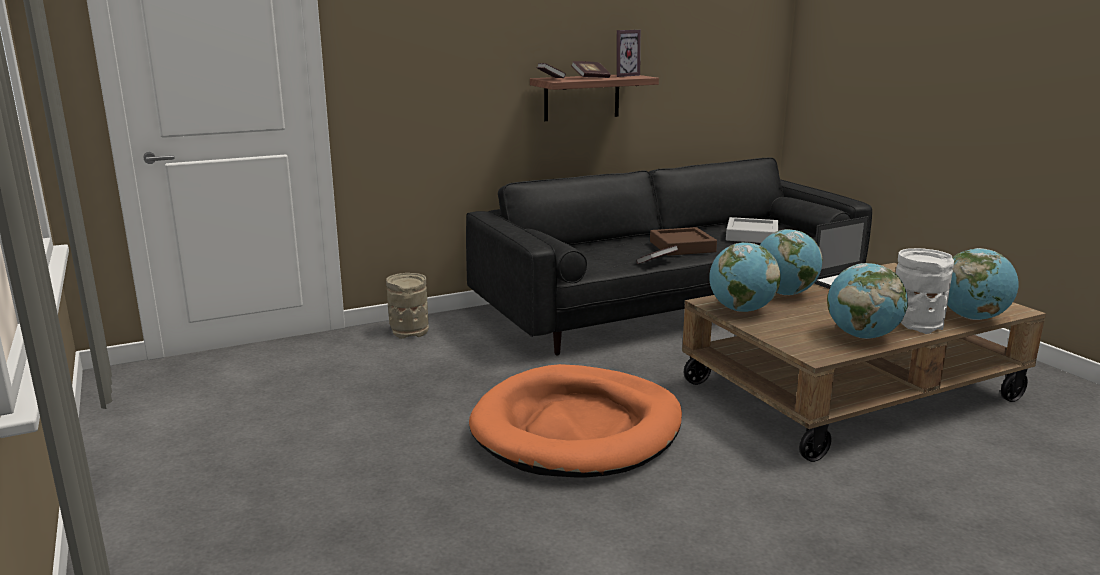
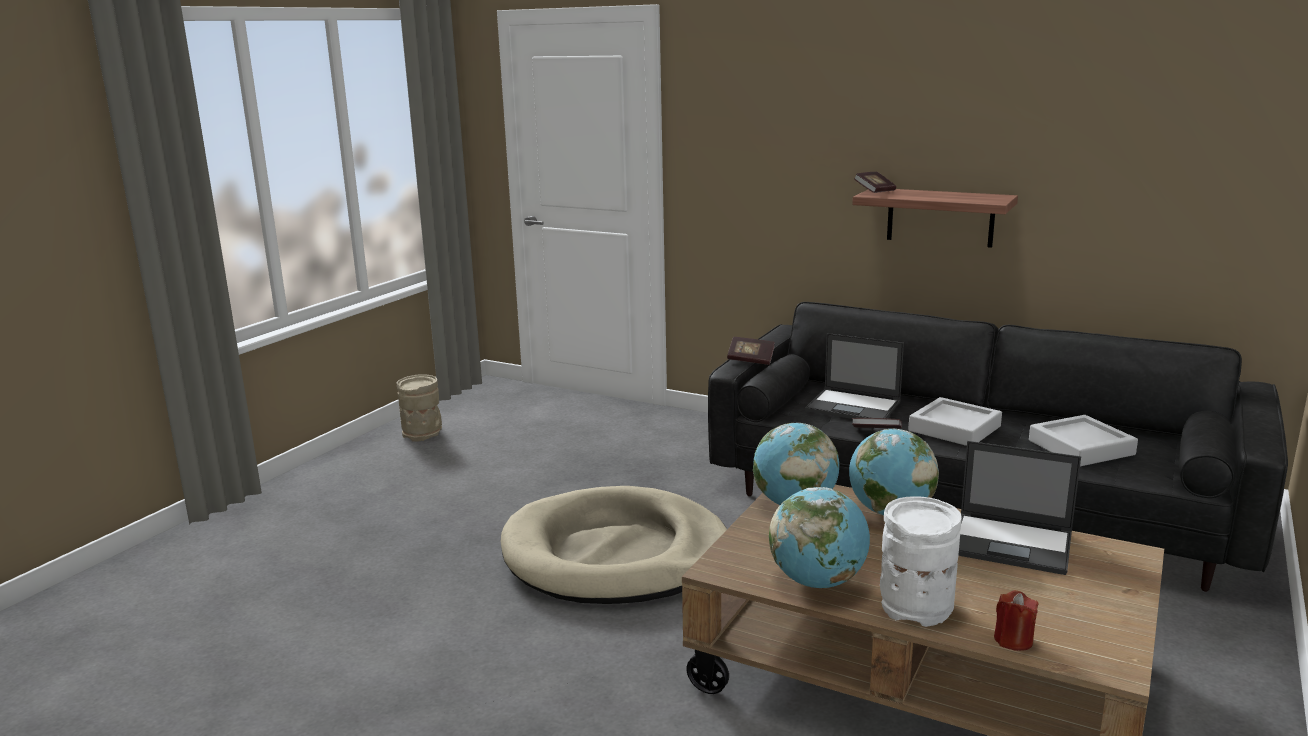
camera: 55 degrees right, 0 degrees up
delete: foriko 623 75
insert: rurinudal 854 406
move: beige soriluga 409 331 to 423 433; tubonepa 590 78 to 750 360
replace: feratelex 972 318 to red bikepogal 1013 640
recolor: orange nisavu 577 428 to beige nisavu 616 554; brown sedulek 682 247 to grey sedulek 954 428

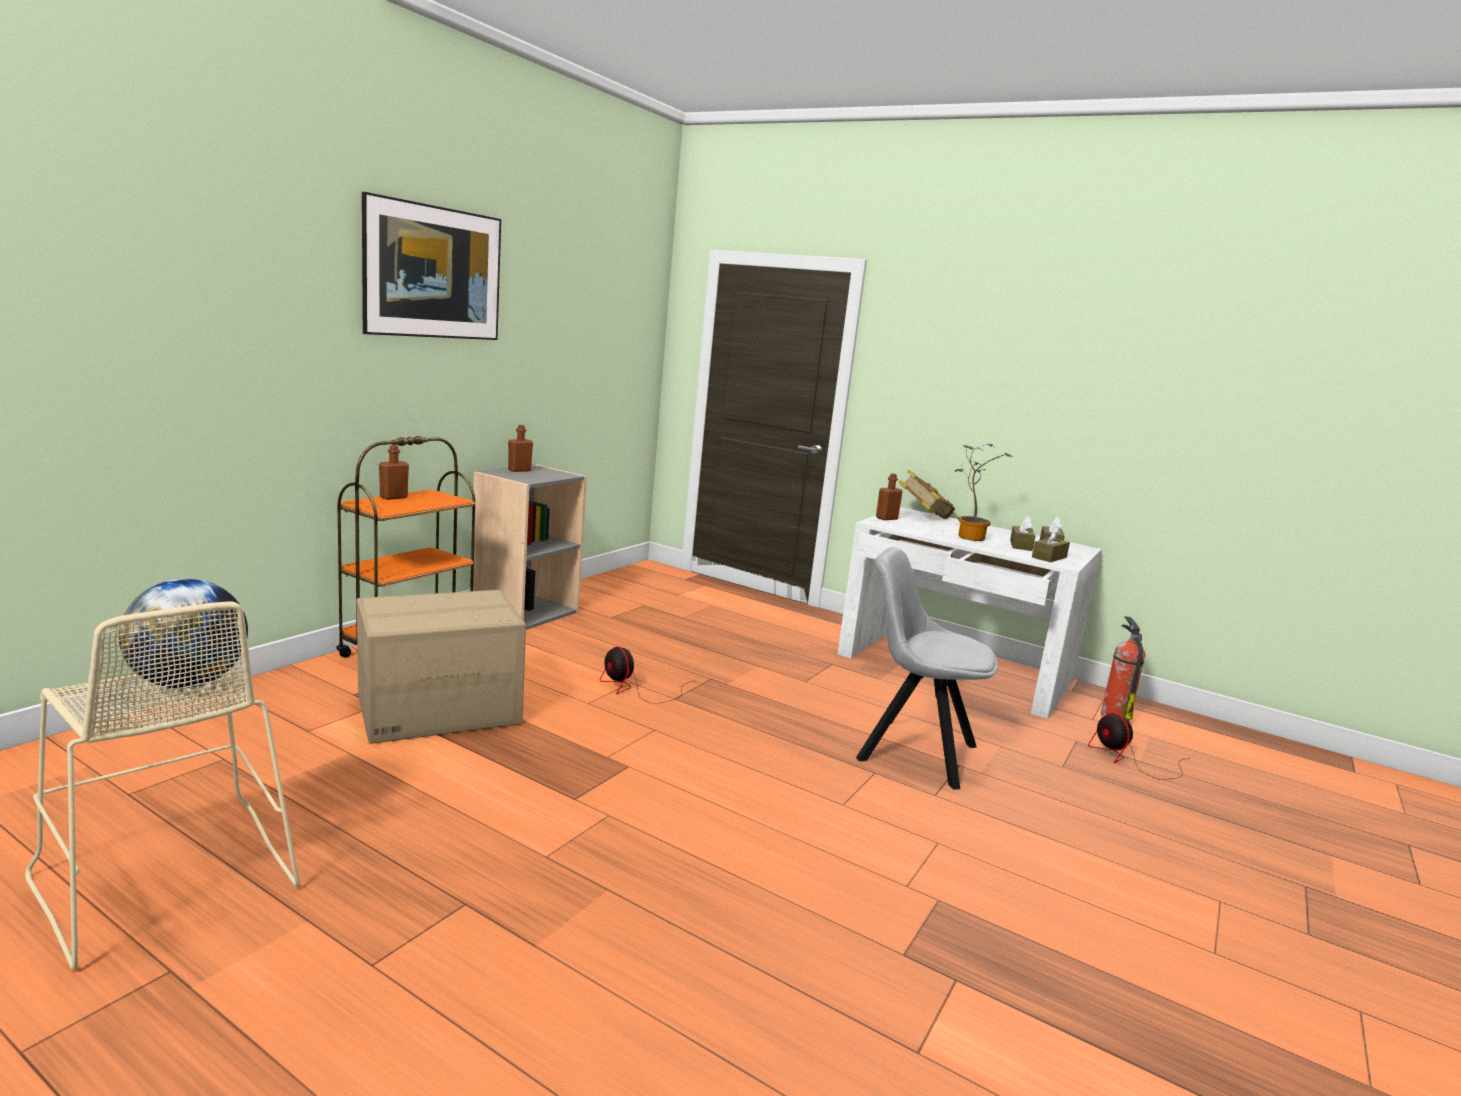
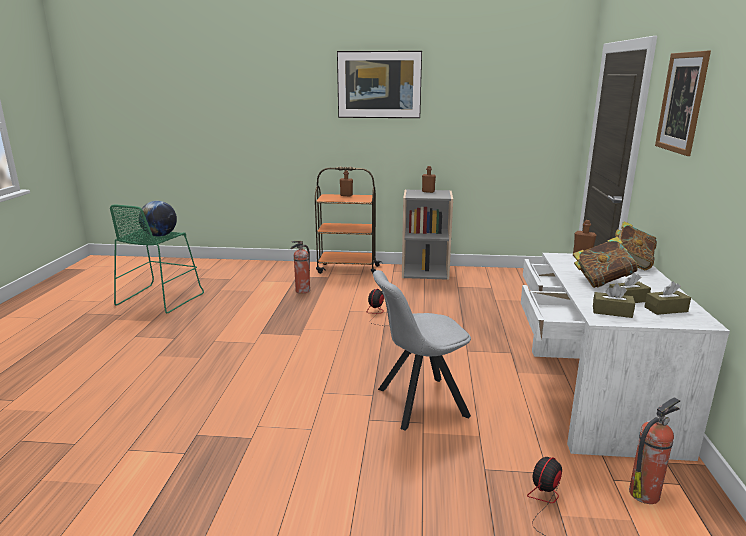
camera: 65 degrees right, 5 degrees up
insert: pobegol 682 102
replace: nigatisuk 439 711 to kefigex 302 291; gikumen 968 536 to tubonepa 602 282
recolor: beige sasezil 167 880 to green sasezil 160 298
rotate: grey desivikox 913 751 = 419 403 105 degrees counterclockwise

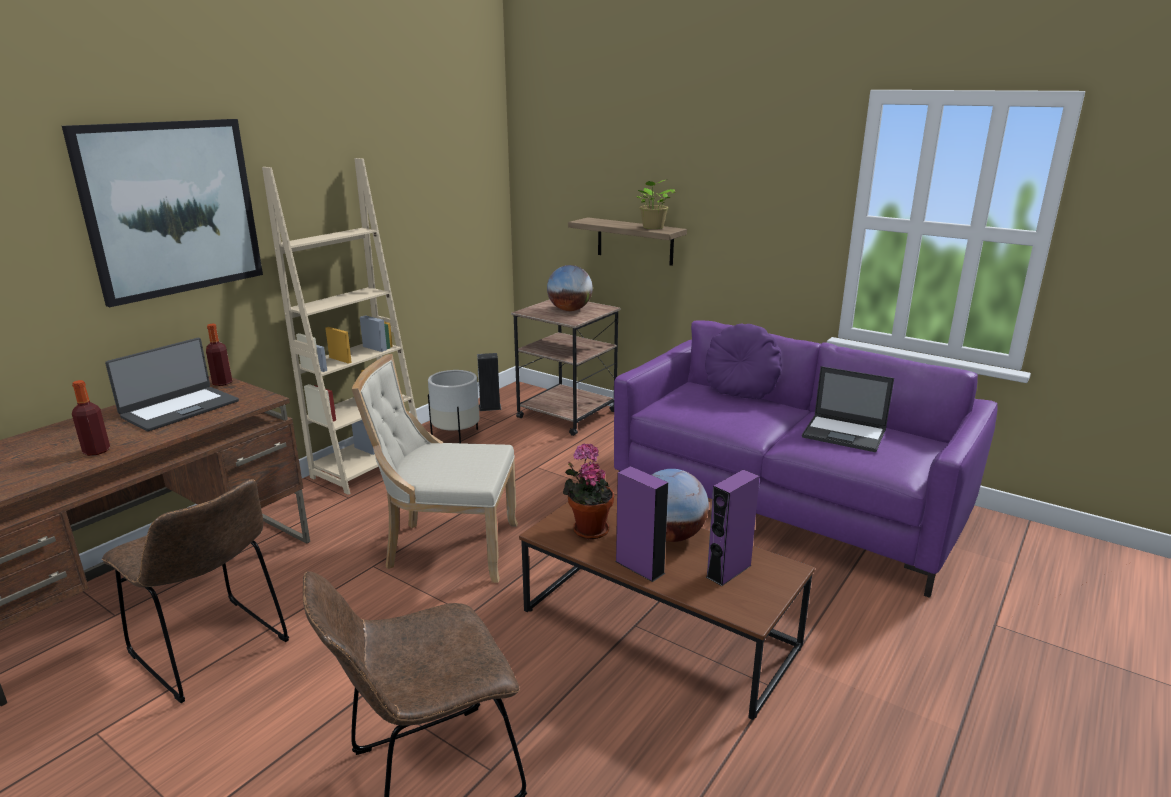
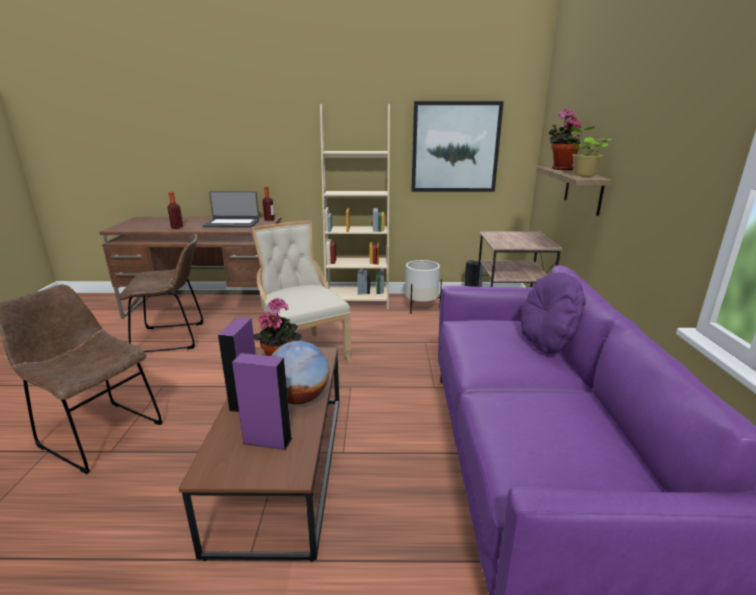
camera: 55 degrees right, 0 degrees up
delete: feratelex 570 310; rurinudal 845 434
insert: gikumen 560 169
move: pobegol 172 208 to 455 147
rotate: brown desivikox 214 651 = 174 338 105 degrees counterclockwise

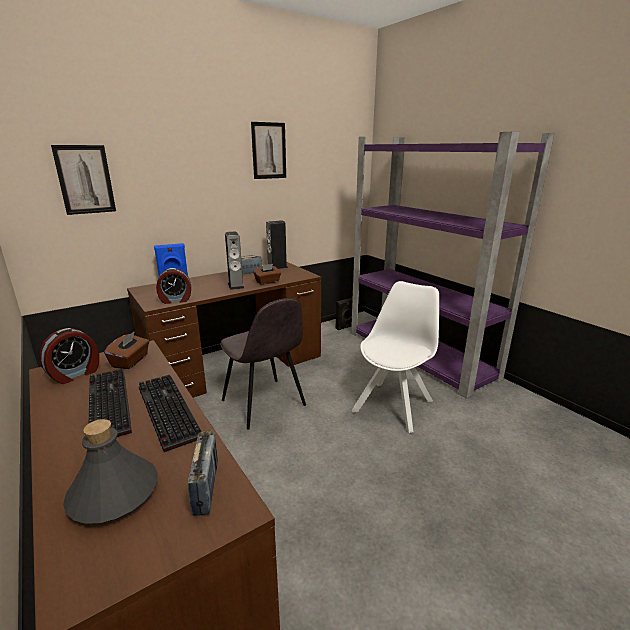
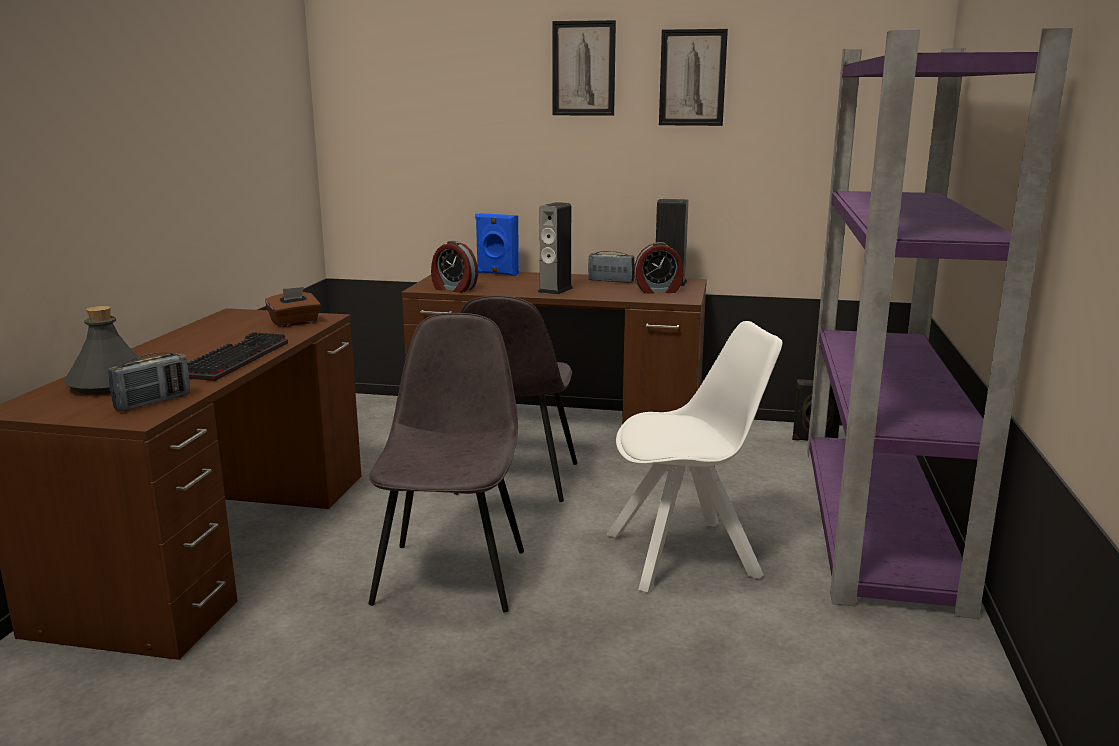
camera: 45 degrees right, 5 degrees down
delete: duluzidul 106 404; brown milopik 267 282
insert: grey desivikox 452 574
move: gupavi 75 374 to 658 291; pobegol 85 180 to 583 68

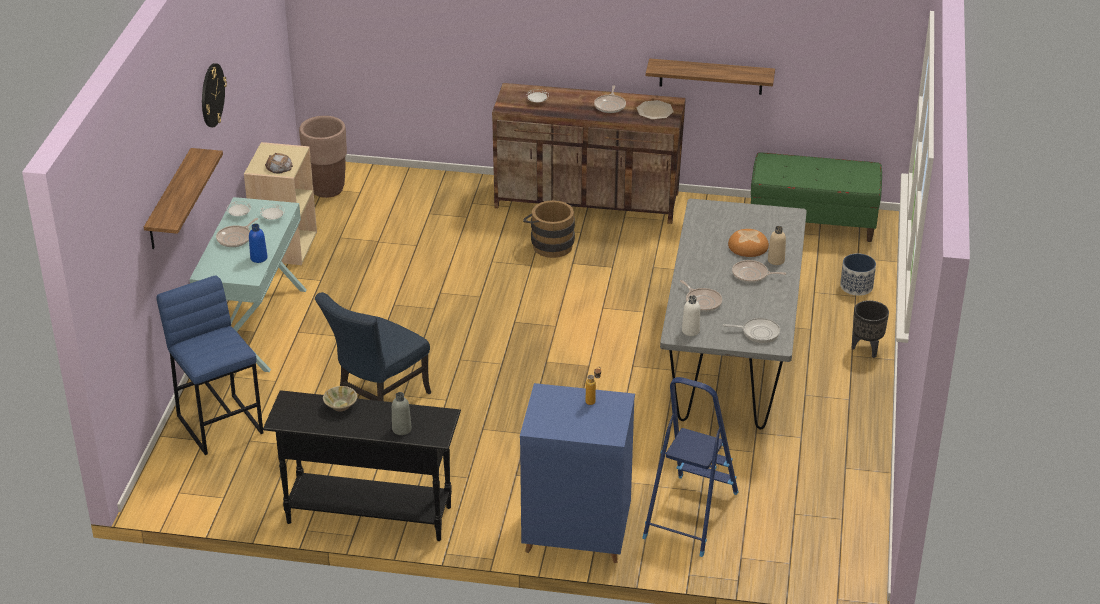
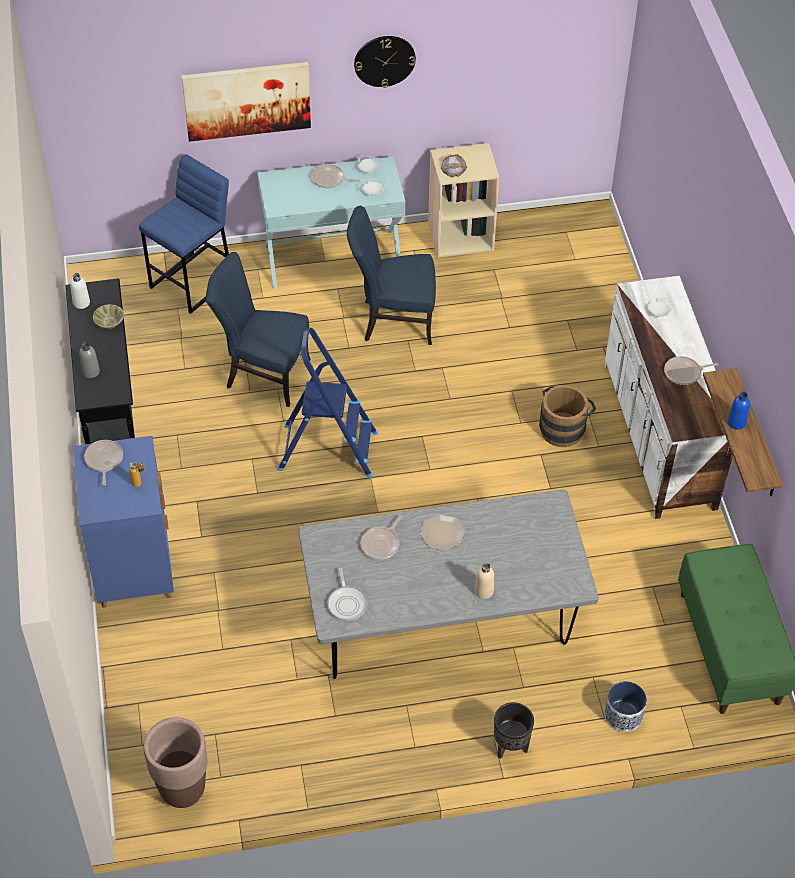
camera: 70 degrees right, 15 degrees up
delete: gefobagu 748 246
insert: blue desivikox 392 320
move: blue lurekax 259 258 to 736 422; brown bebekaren 327 189 to 182 790; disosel 655 111 to 442 533; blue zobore 691 513 to 329 451; white lurekax 690 331 to 81 303; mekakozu 752 275 to 104 460
replace: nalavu 169 200 to pobegol 247 100
recolor: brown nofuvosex 588 201 to white nofuvosex 657 437

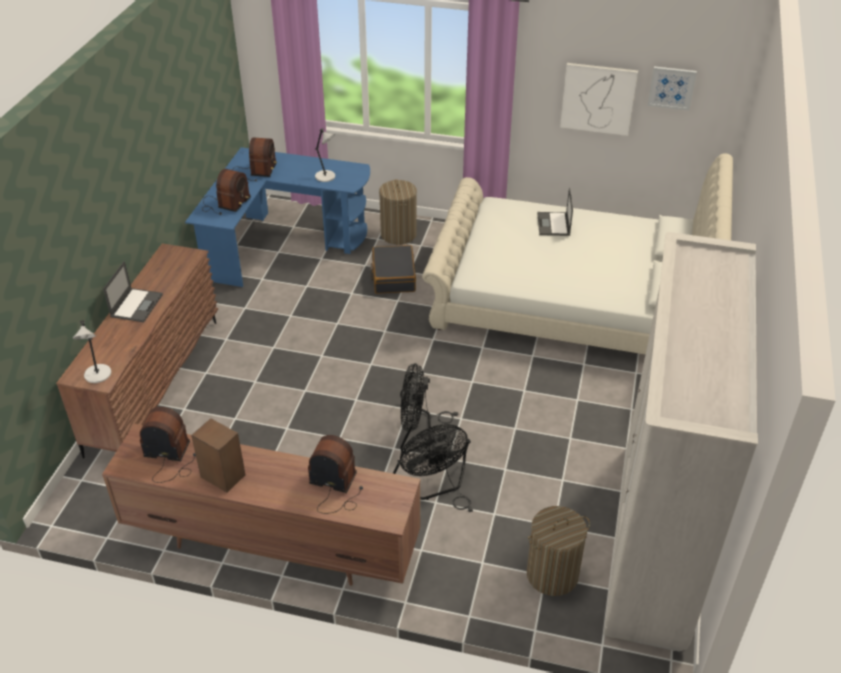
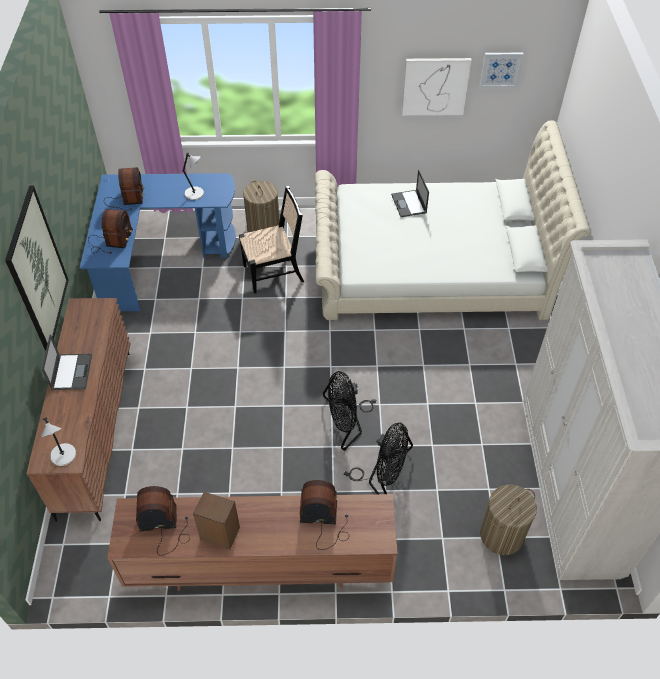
camera: 15 degrees left, 10 degrees up
insert: pobegol 37 271
replace: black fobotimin 393 276 to desivikox 273 273
rotate: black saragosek 439 486 = 383 474 150 degrees clockwise

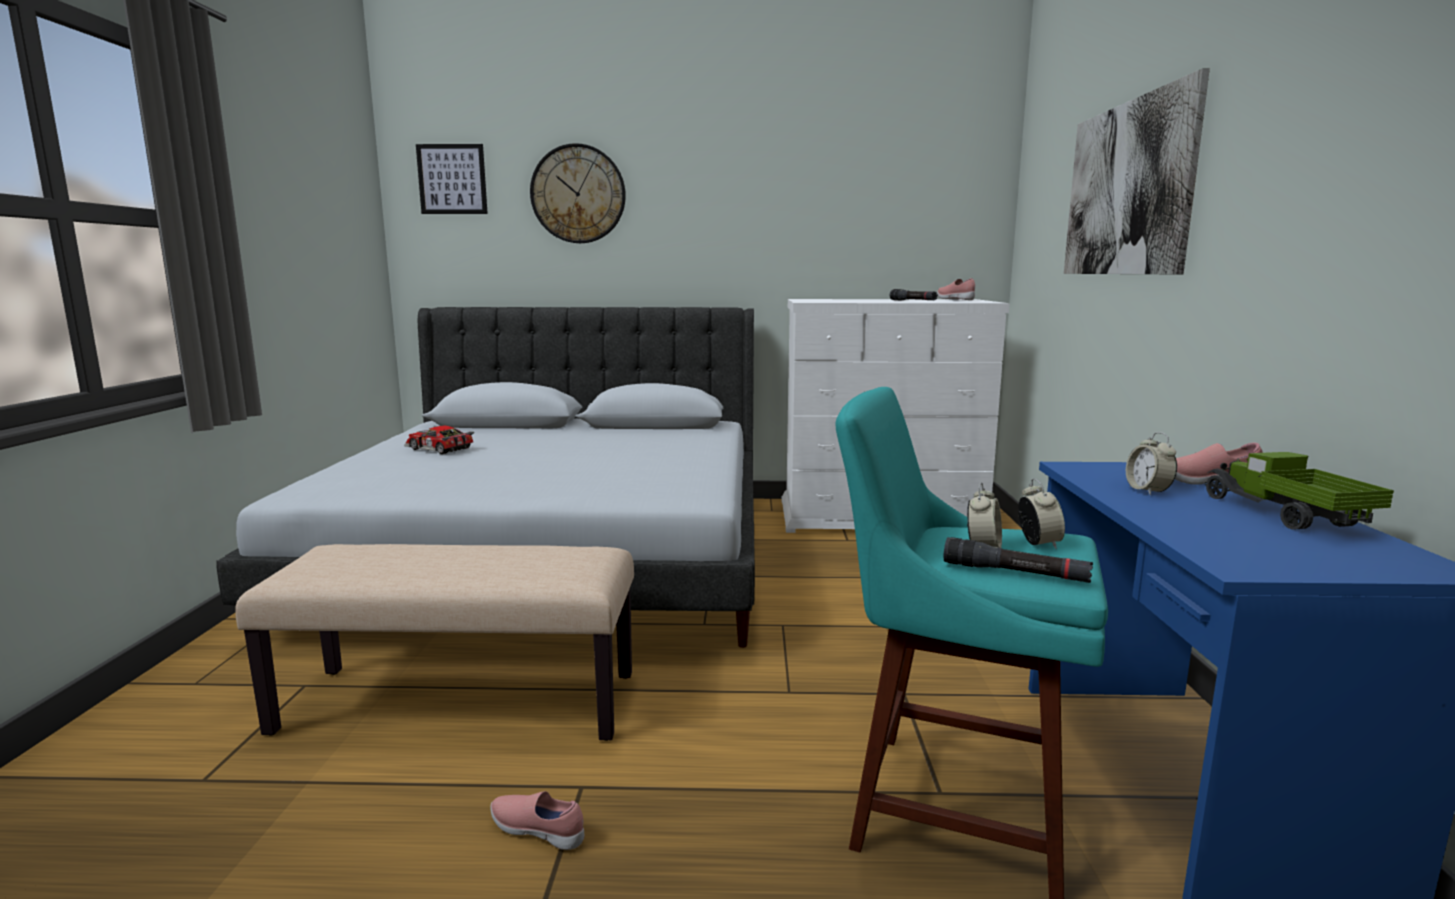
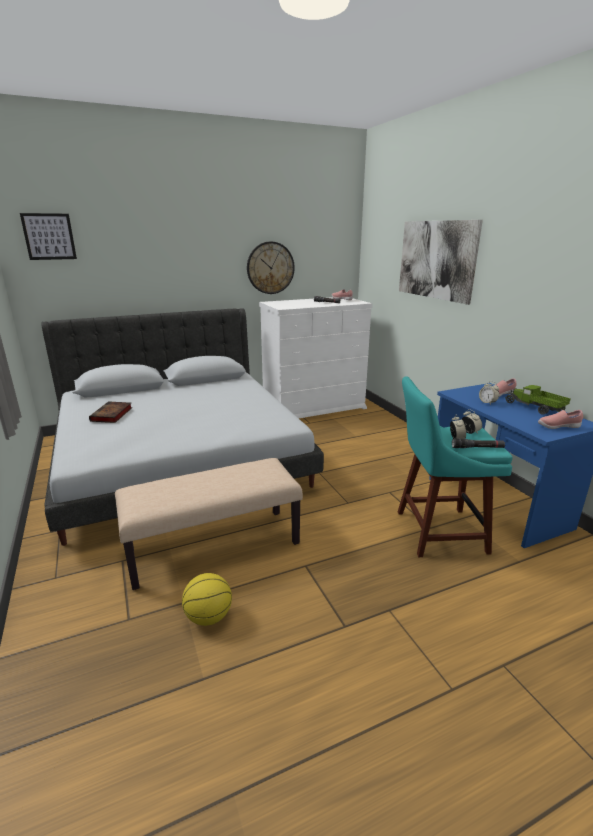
camera: 25 degrees left, 10 degrees up
insert: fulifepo 208 617
move: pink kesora 538 831 to 558 427; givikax 578 194 to 270 268
replace: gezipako 438 449 to tubonepa 111 415

